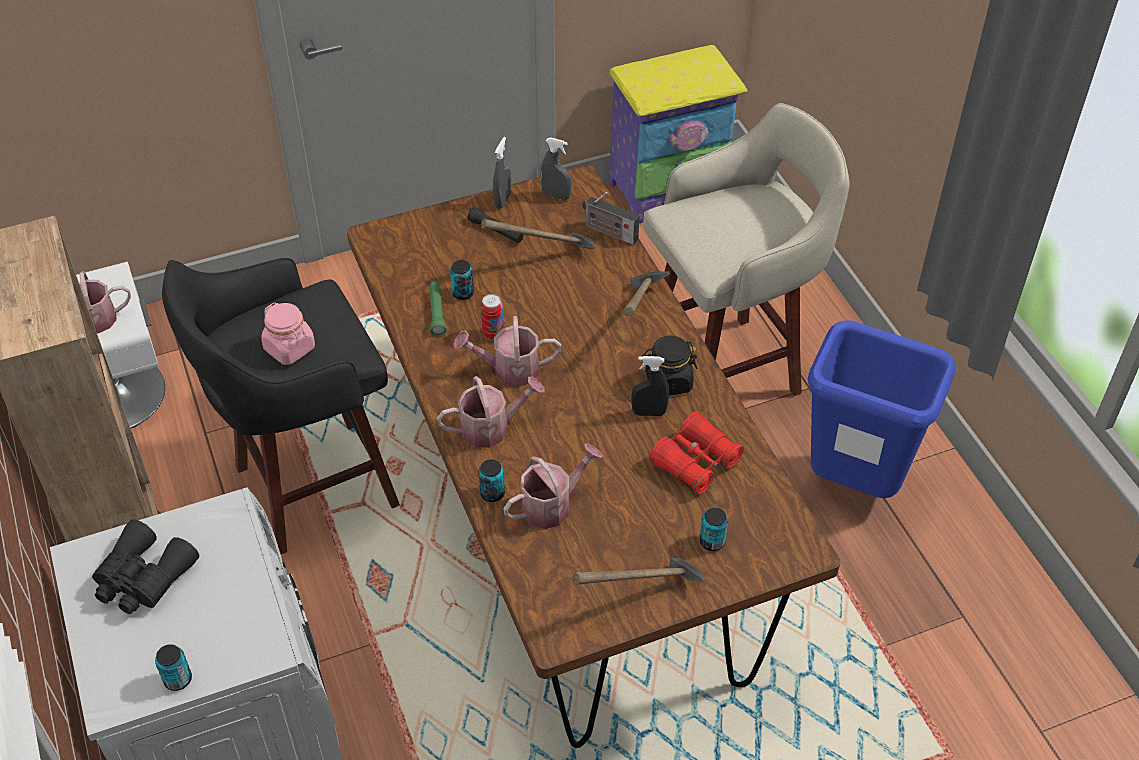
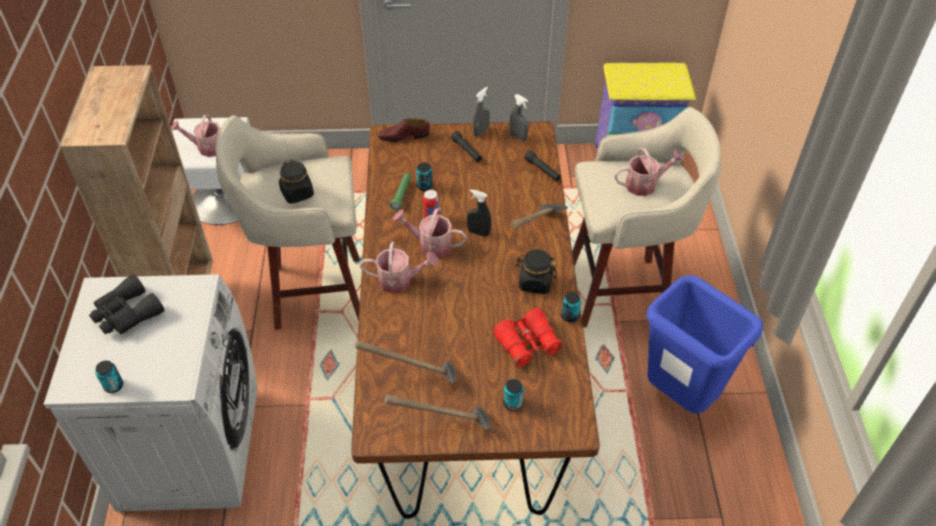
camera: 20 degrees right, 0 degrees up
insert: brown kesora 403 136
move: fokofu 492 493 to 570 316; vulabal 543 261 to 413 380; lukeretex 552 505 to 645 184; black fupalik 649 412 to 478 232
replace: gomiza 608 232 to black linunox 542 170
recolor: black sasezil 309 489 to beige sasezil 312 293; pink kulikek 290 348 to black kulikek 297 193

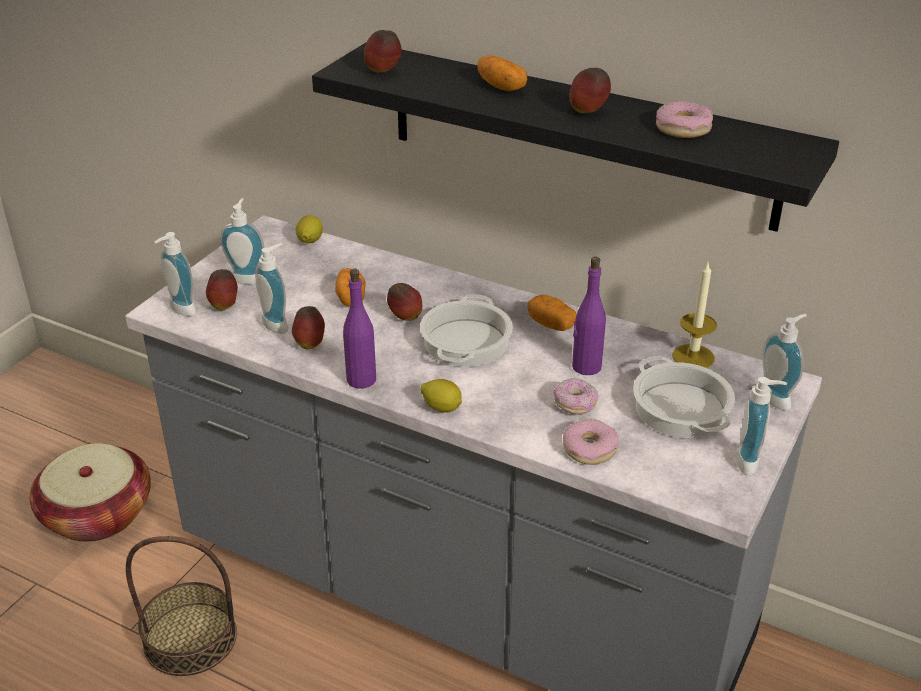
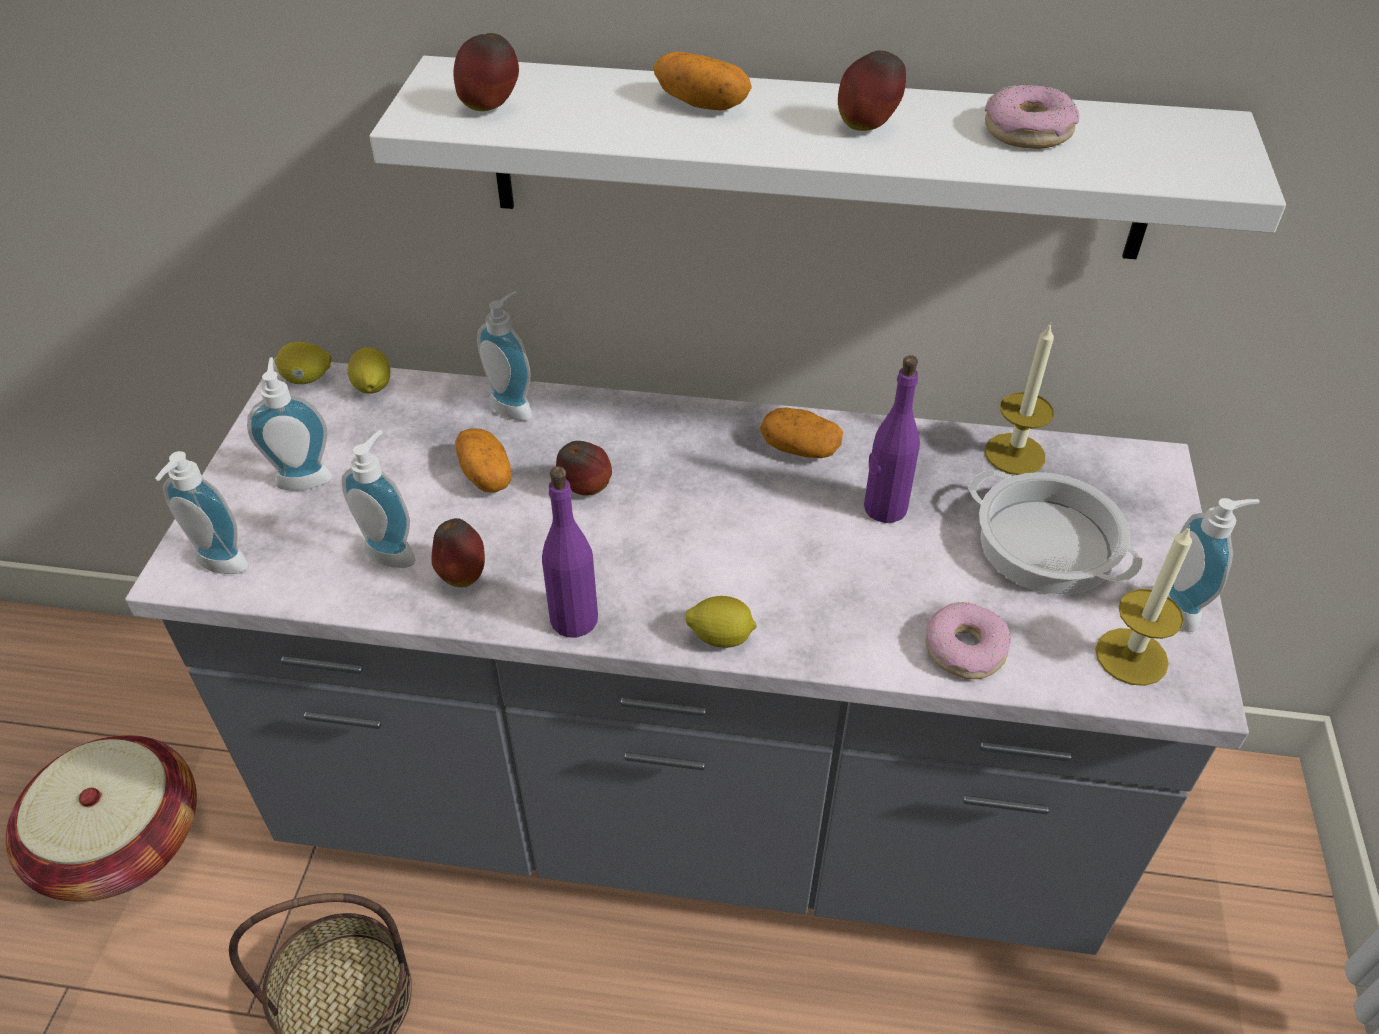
camera: 20 degrees left, 10 degrees up
delete: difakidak 224 306; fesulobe 465 341; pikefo 575 404
insert: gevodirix 307 379; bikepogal 1131 656
move: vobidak 777 398 to 515 405
recolor: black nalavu 579 135 to white nalavu 816 159

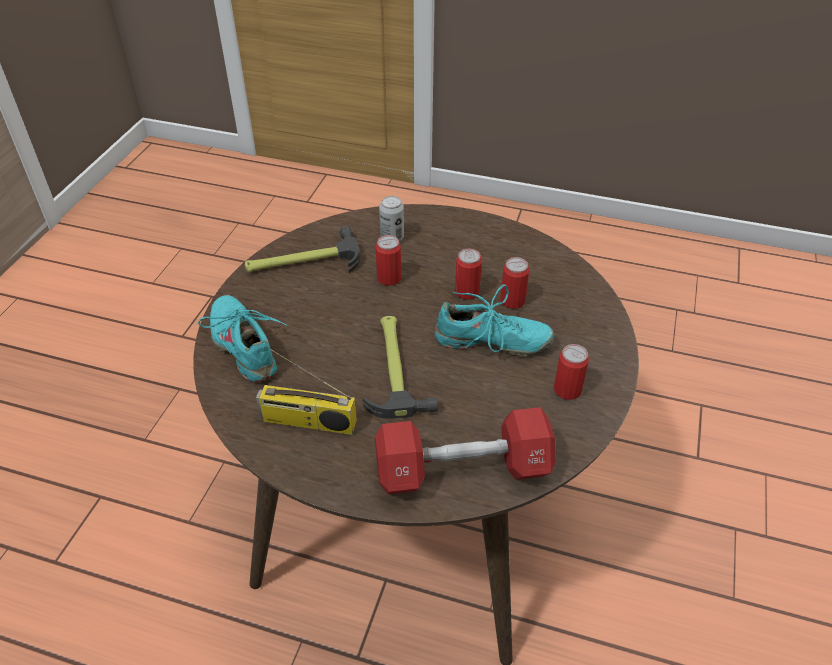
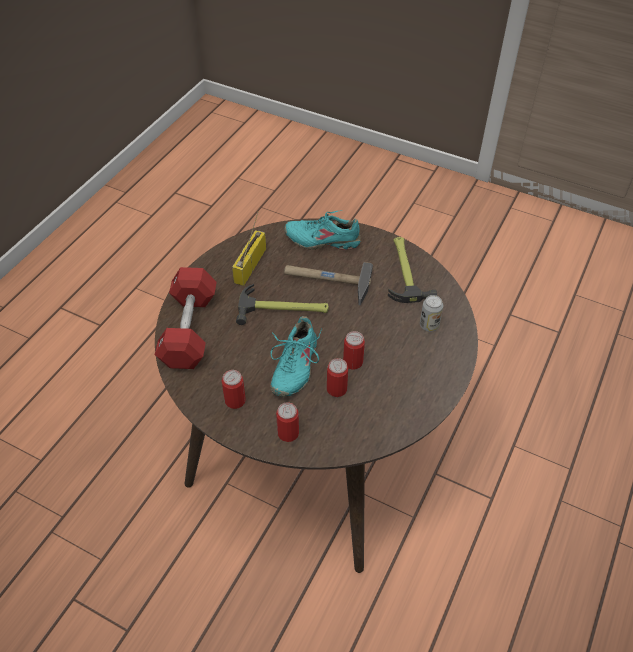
camera: 100 degrees right, 5 degrees up
insert: vulabal 327 281
move: fokofu 389 278 to 288 433
rotate: turquoise kesora 245 346 = 322 240 150 degrees counterclockwise

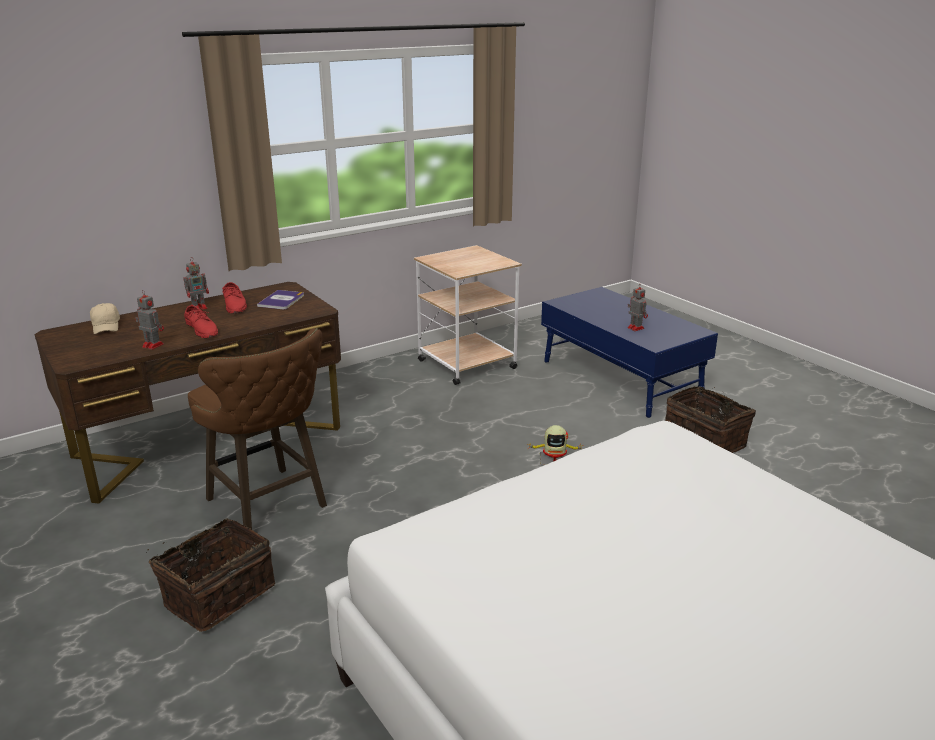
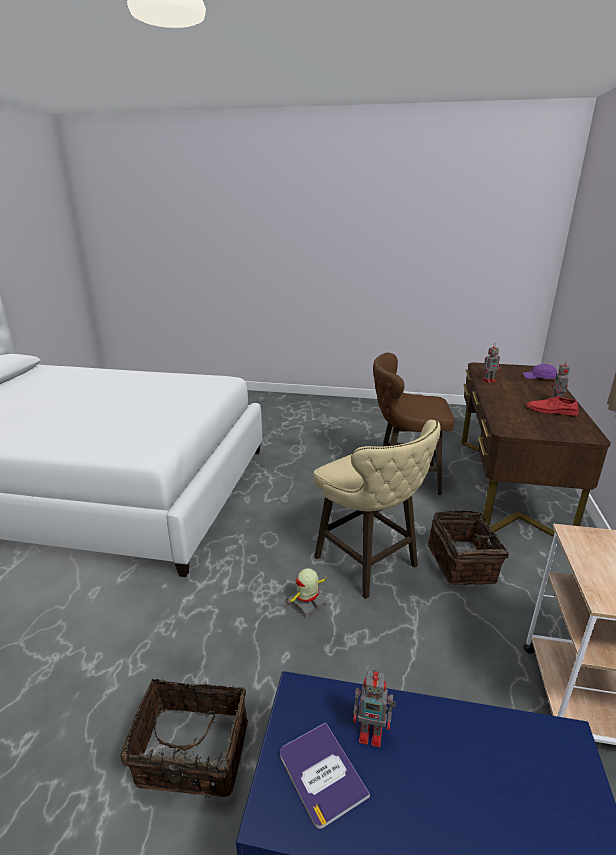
camera: 135 degrees right, 0 degrees up
delete: red kesora 202 329
insert: beige sasezil 369 564
move: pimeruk 217 594 to 463 563; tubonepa 281 300 to 321 773
recolor: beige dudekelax 106 326 to purple dudekelax 539 378

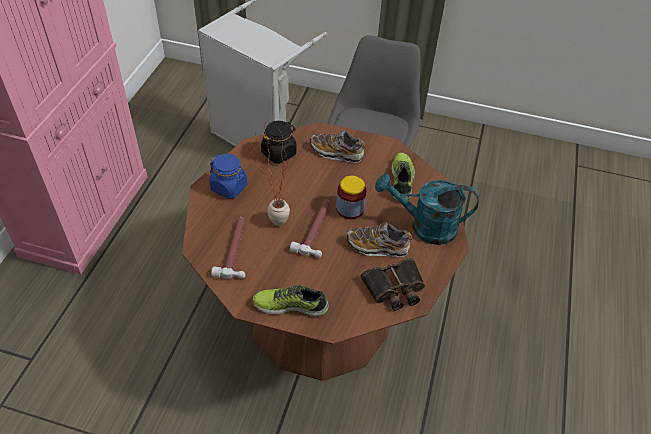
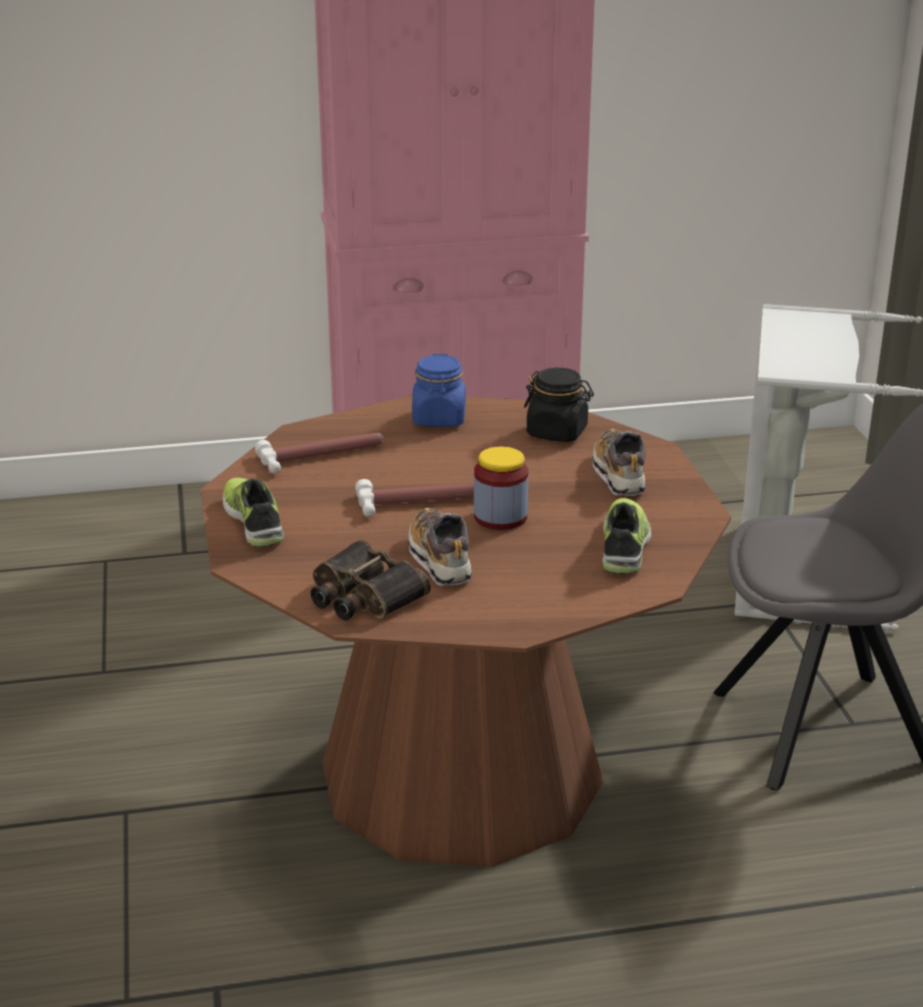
camera: 65 degrees right, 20 degrees down
delete: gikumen 271 222; turquoise lukeretex 424 227
rotate: kesora 402 180 = 625 546 60 degrees counterclockwise

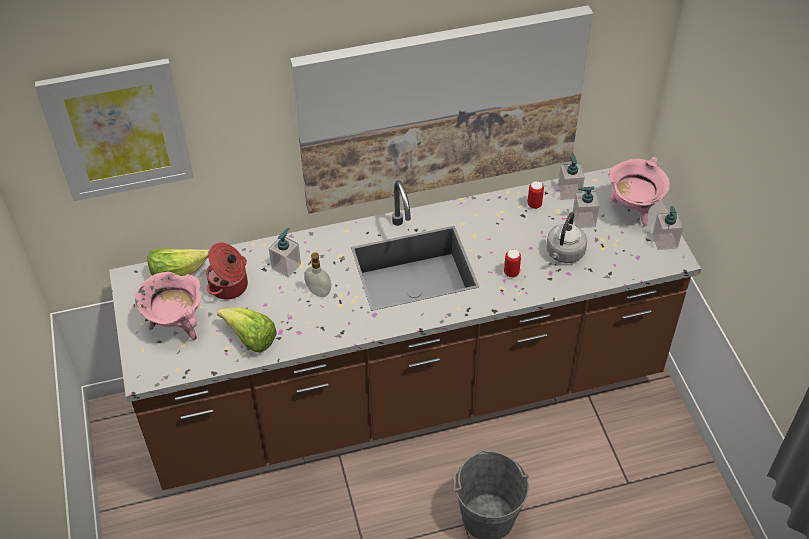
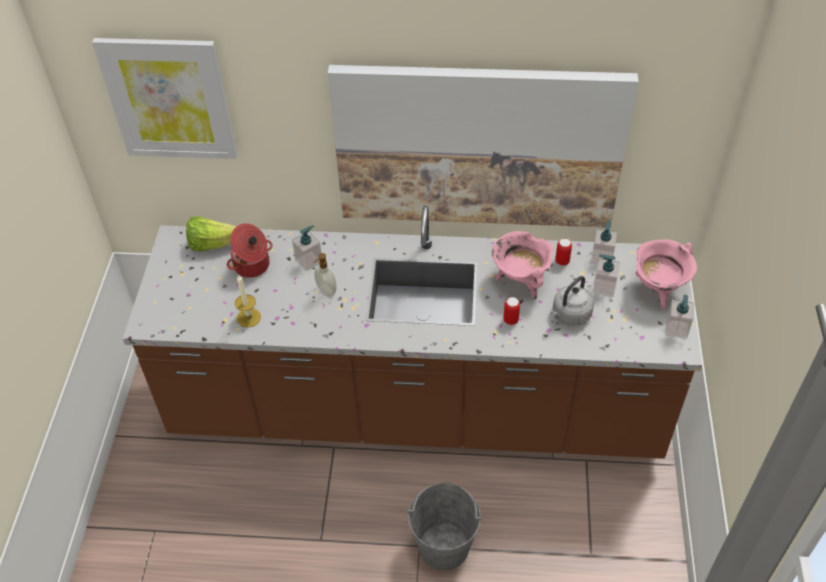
camera: 20 degrees right, 0 degrees up
move: pink fesulobe 176 324 to 520 281
replace: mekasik 250 339 to bikepogal 248 317

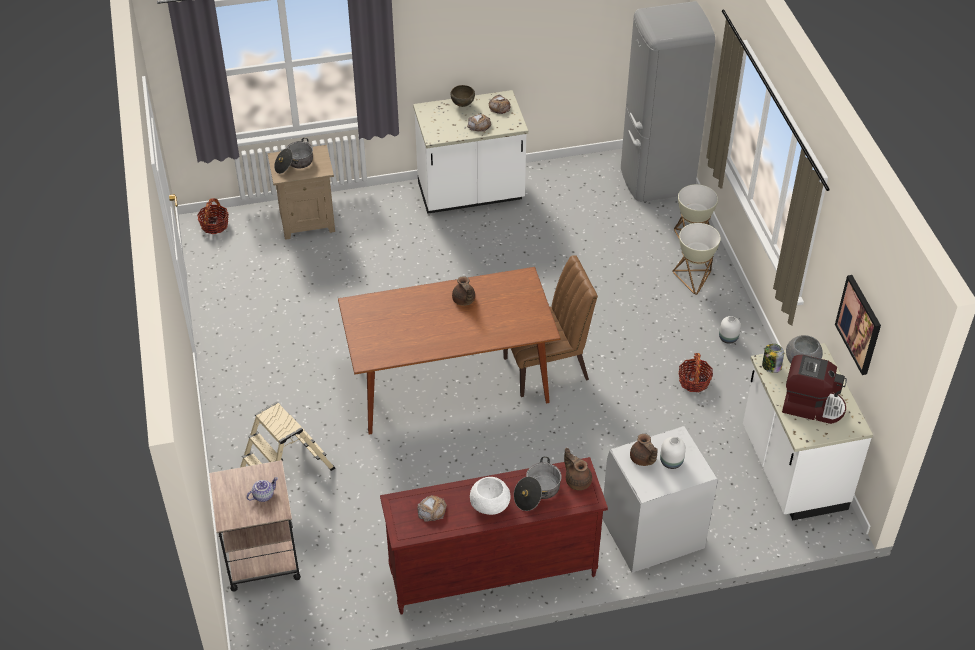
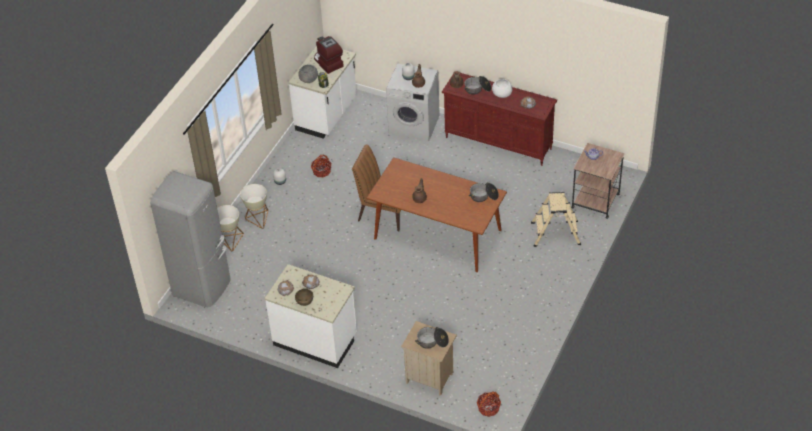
camera: 140 degrees left, 0 degrees up
delete: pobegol 859 324
insert: fesulobe 483 196

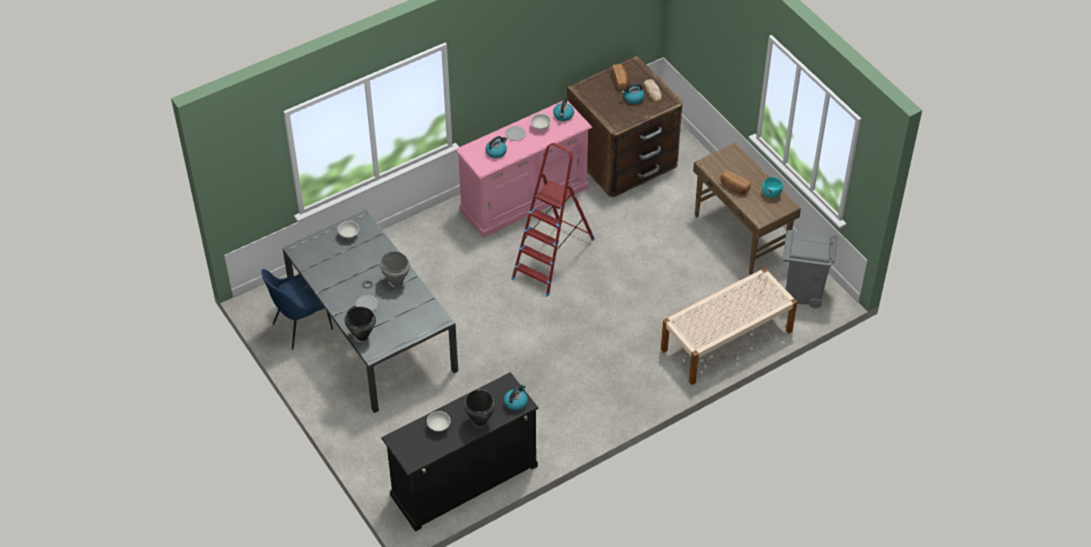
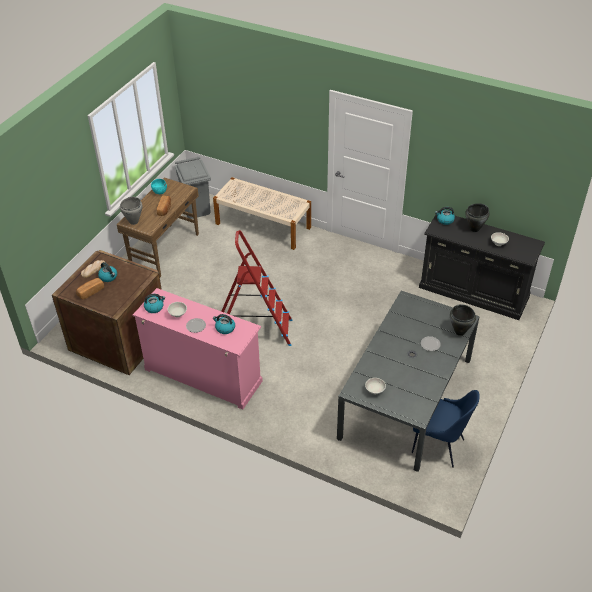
camera: 120 degrees left, 5 degrees down
move: grey fesulobe 396 281 to 133 222

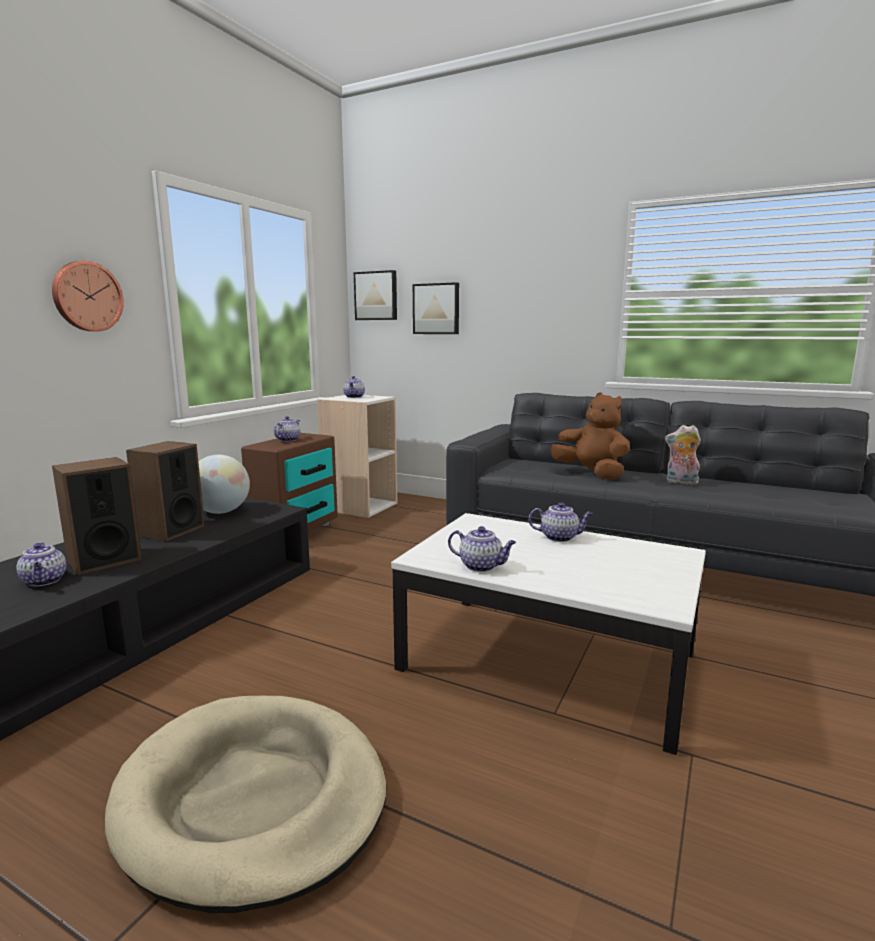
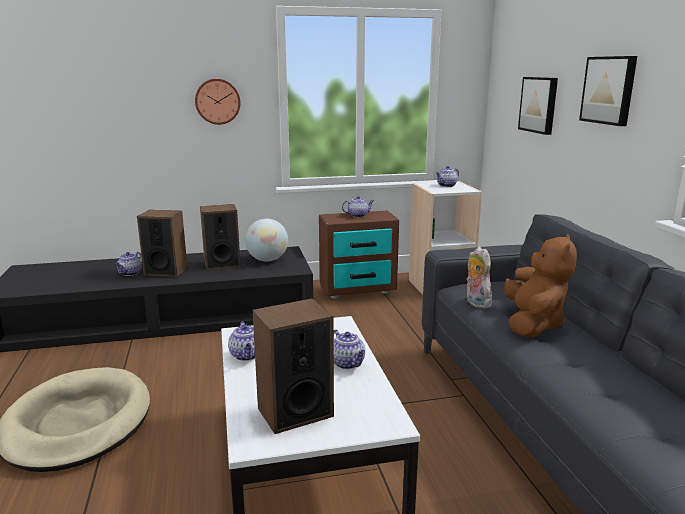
camera: 50 degrees right, 5 degrees up
insert: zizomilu 295 412
move: pobegol 376 296 to 609 90; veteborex 681 482 to 475 303

